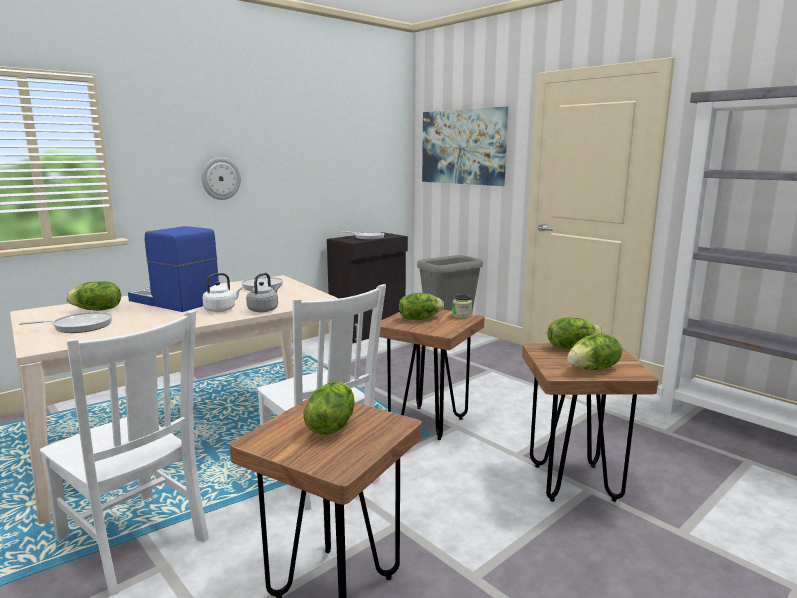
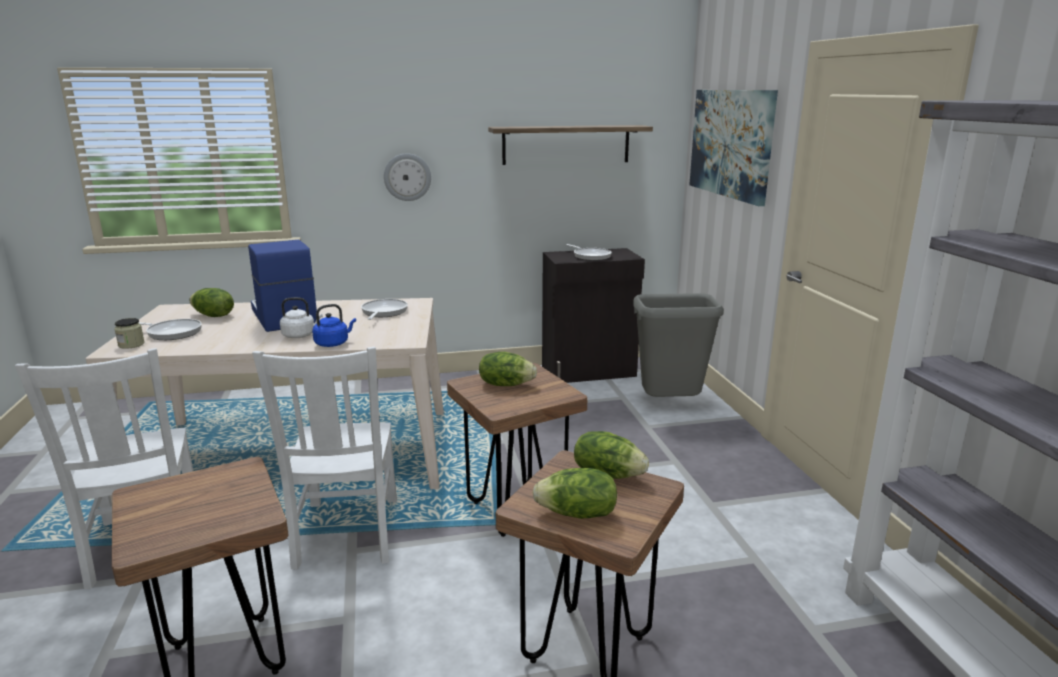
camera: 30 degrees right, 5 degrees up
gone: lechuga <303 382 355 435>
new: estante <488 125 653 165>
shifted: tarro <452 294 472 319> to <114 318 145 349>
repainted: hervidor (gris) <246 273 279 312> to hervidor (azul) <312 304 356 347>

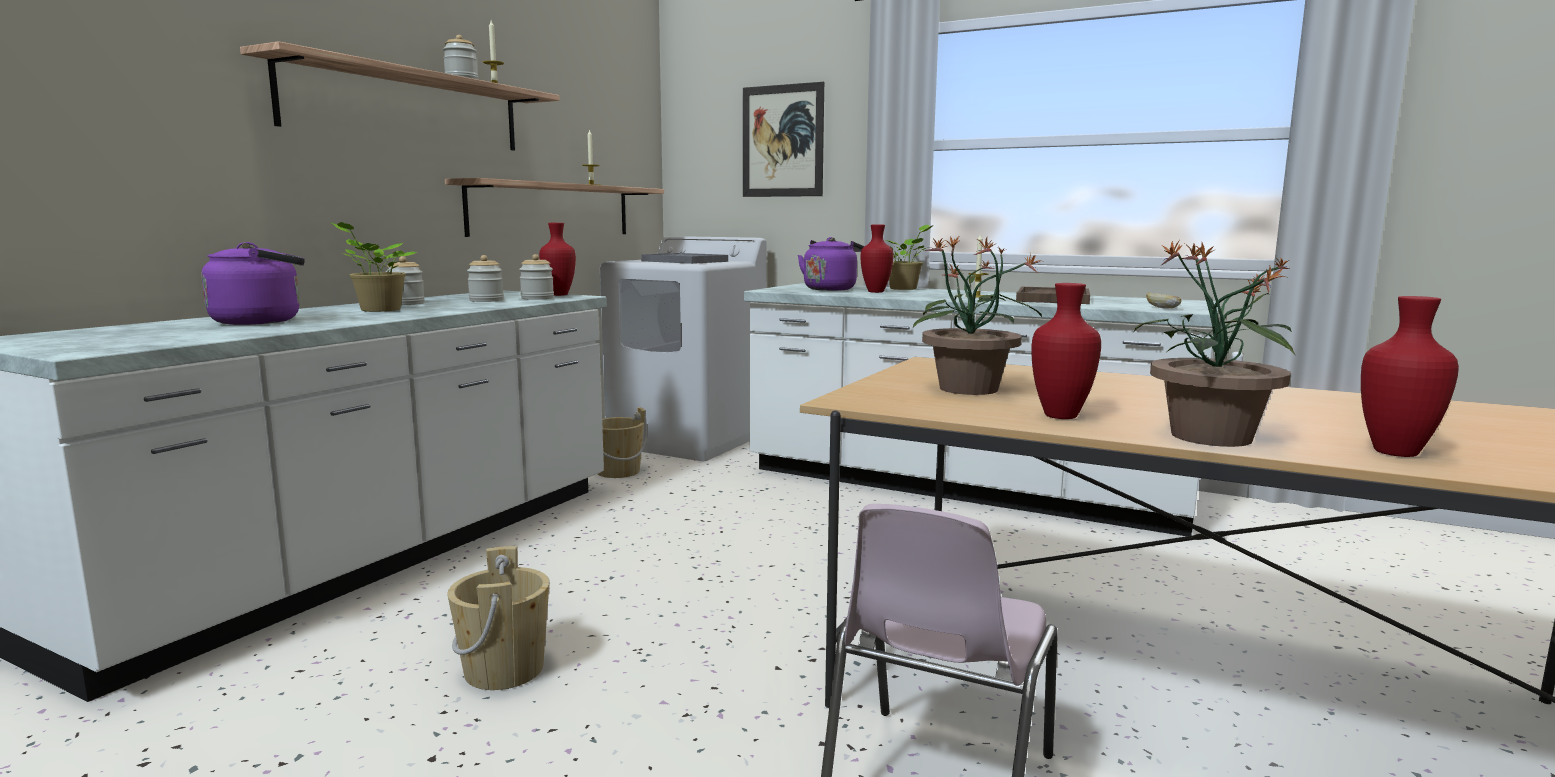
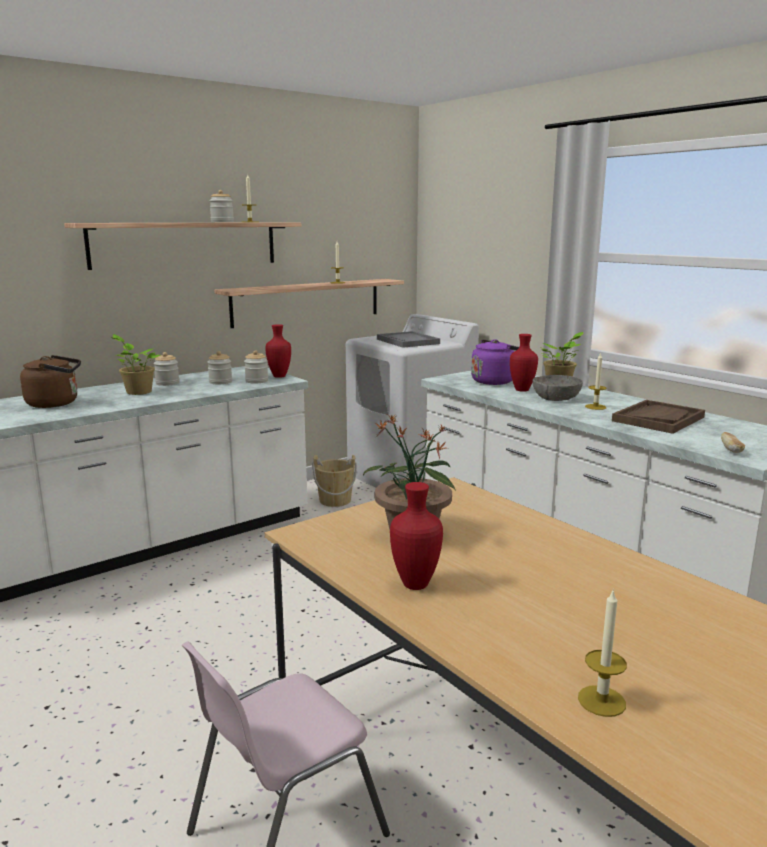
camera: 25 degrees right, 5 degrees up
gone: cubo (beis) <447 546 550 690>; cuadro <743 82 824 197>; planta en maceta <1134 241 1296 447>
new: cuenco (gris) <533 375 583 401>
swapped: florero (rojo) <1361 296 1459 457> to vela <578 589 627 717>
repainted: hervidor (morado) <202 242 305 325> to hervidor (marrón) <20 355 81 408>

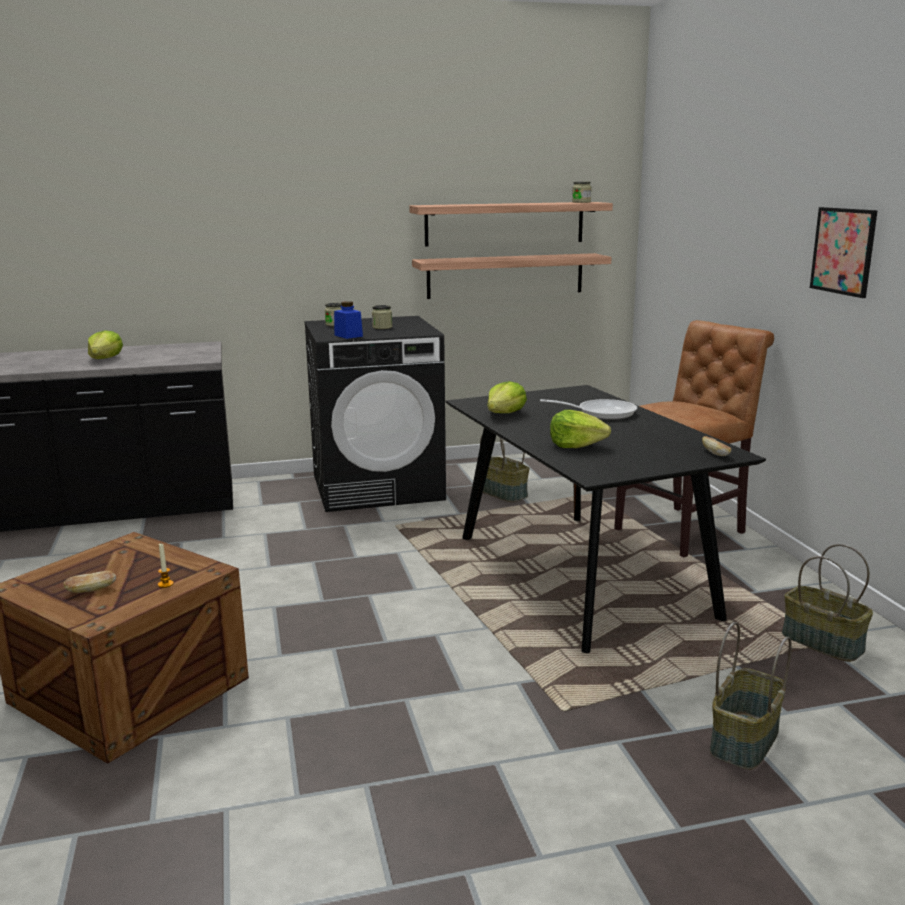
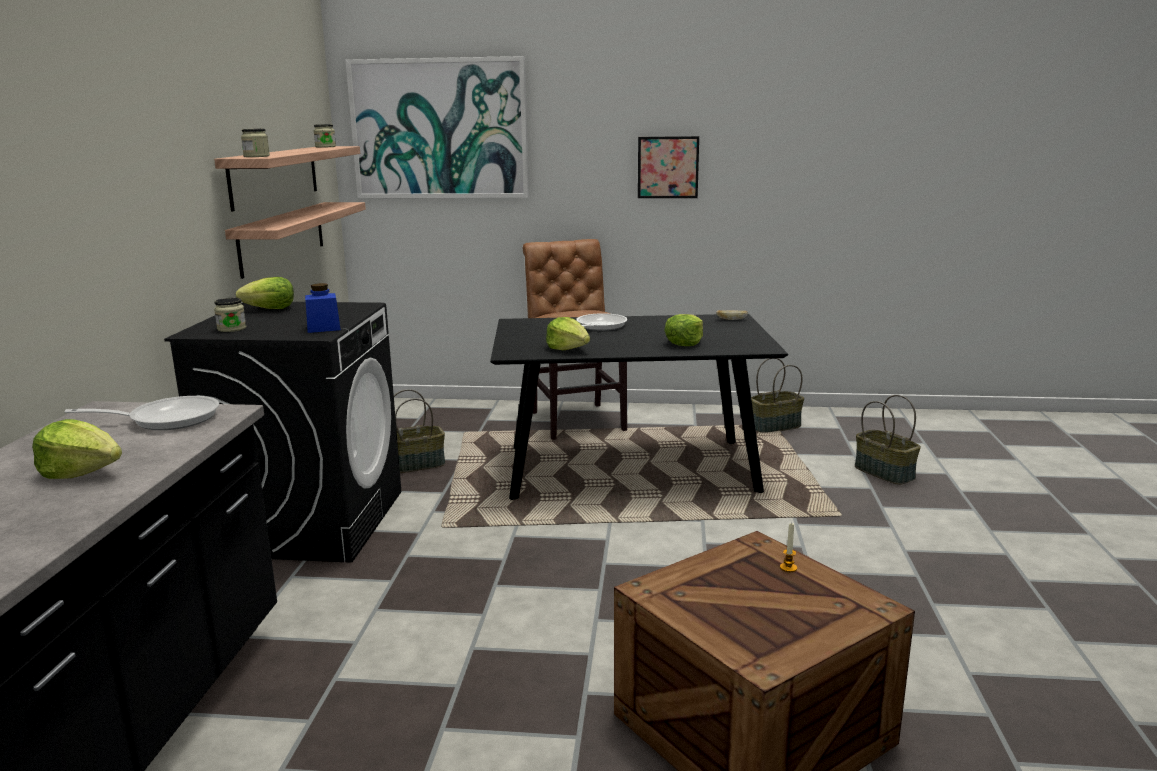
camera: 70 degrees left, 0 degrees up
gone: pan <64 571 116 593>
new: sartén <65 396 219 430>; lechuga <236 277 294 309>; cuadro <345 56 529 198>
shifted: tarro <372 305 392 329> to <241 129 270 157>

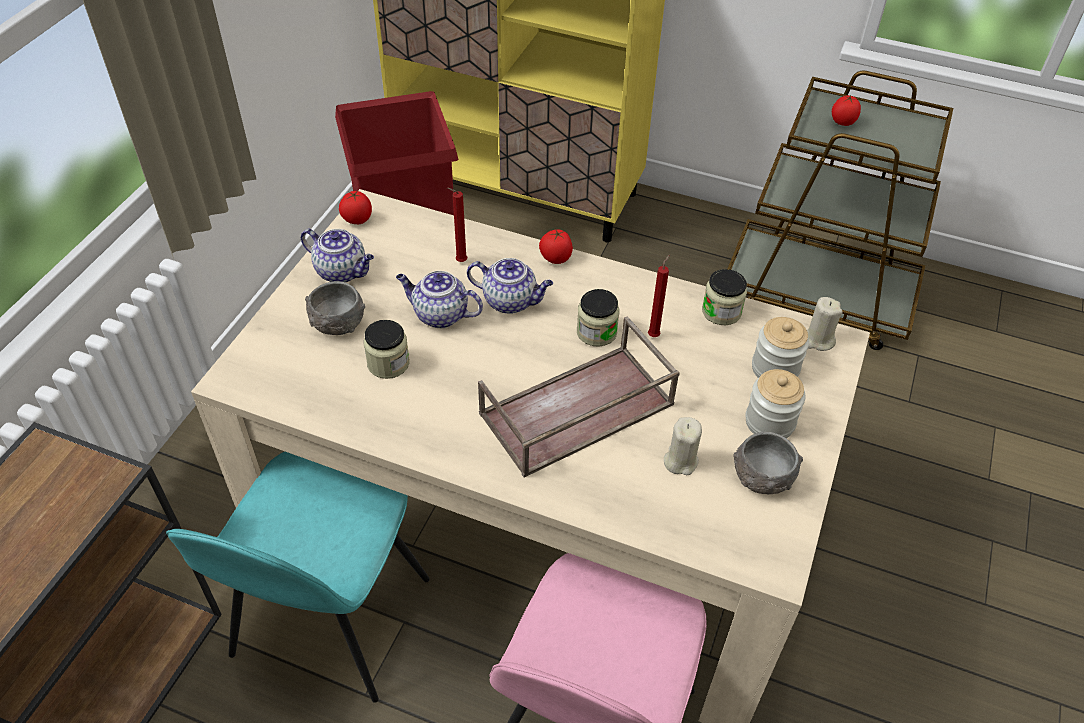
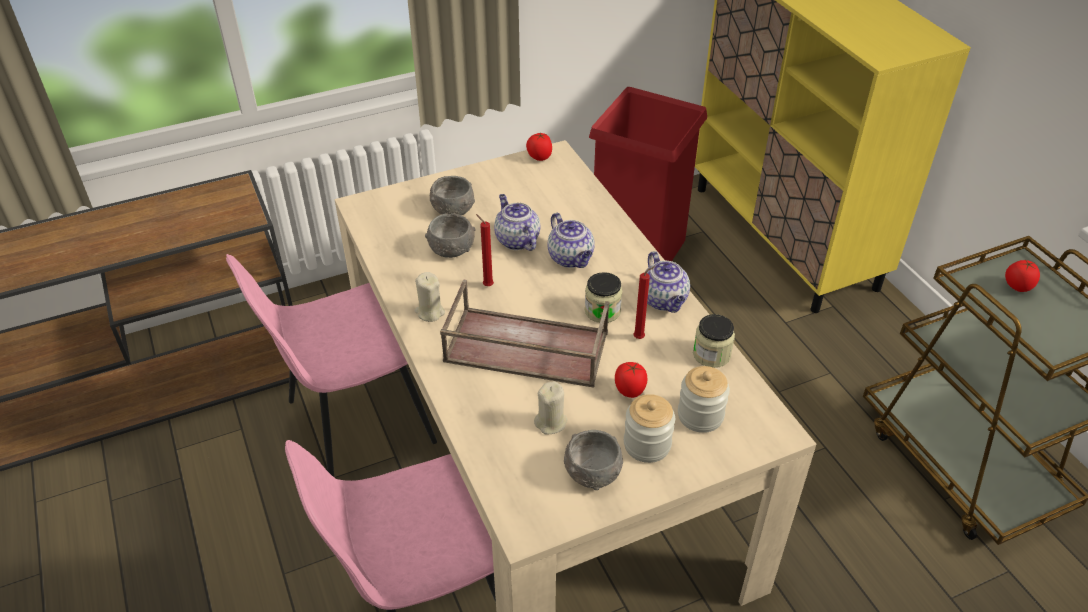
camera: 45 degrees right, 5 degrees down
shifted: vela (beis) <807 297 843 351> to <414 272 445 322>; vela (rojo) <447 188 467 262> to <476 214 494 286>; tomate <539 229 573 264> to <615 362 647 398>; tetera <301 229 374 283> to <647 251 690 313>
swapped: tarro <364 320 410 379> to cuenco (gris) <425 213 475 258>
repainted: silla (turquesa) <166 452 430 703> to silla (rosa) <226 254 437 477>

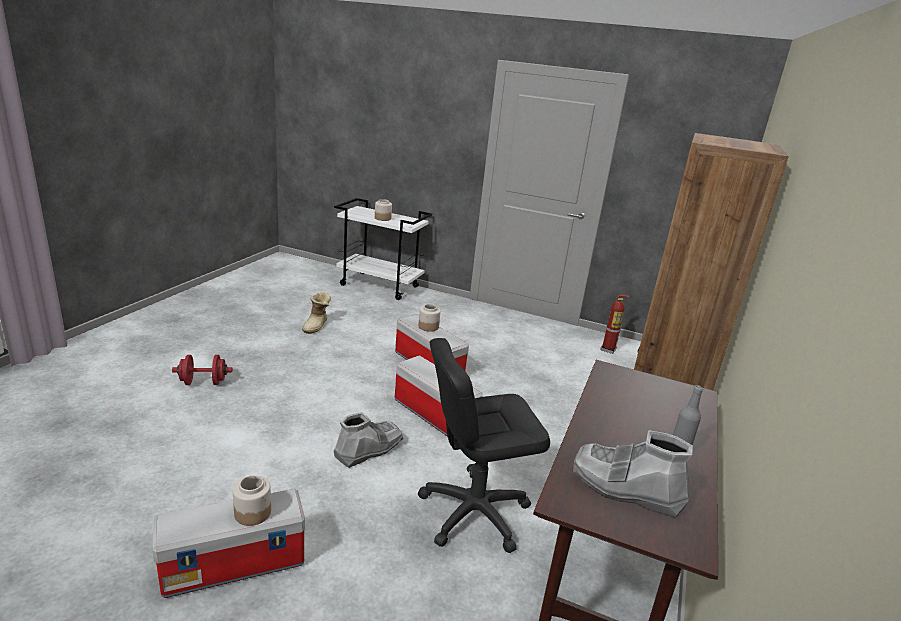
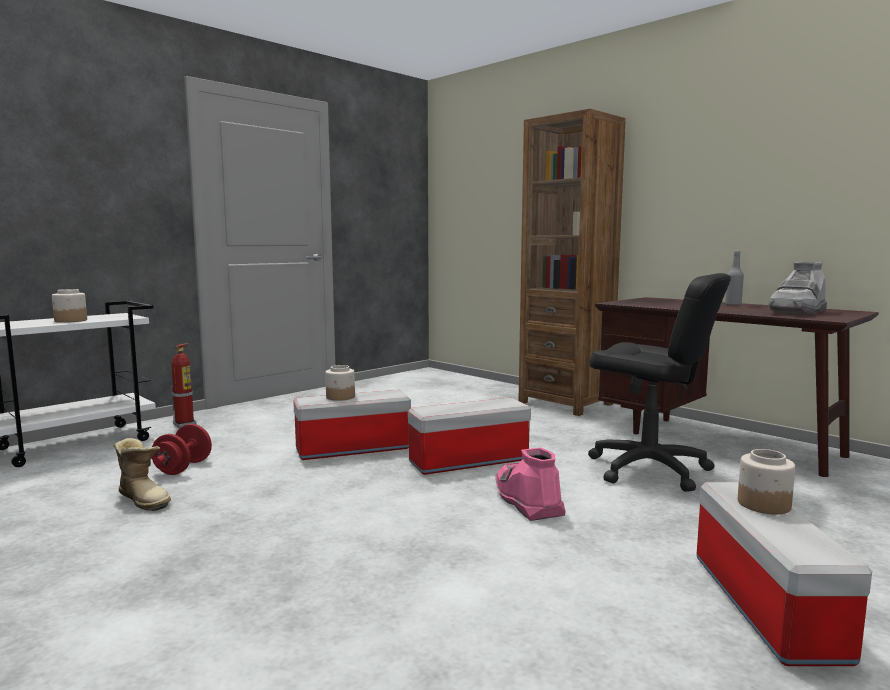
camera: 65 degrees left, 15 degrees down
shifted: mancuerna (rojo) <172 355 232 385> to <152 424 212 475>; extintor <600 295 629 354> to <171 343 197 428>
repainted: bota (gris) <334 412 403 468> to bota (rosa) <495 447 566 521>
rotated: silla de oficina (negro) <418 338 550 553> = <588 273 731 492> 60 degrees counterclockwise

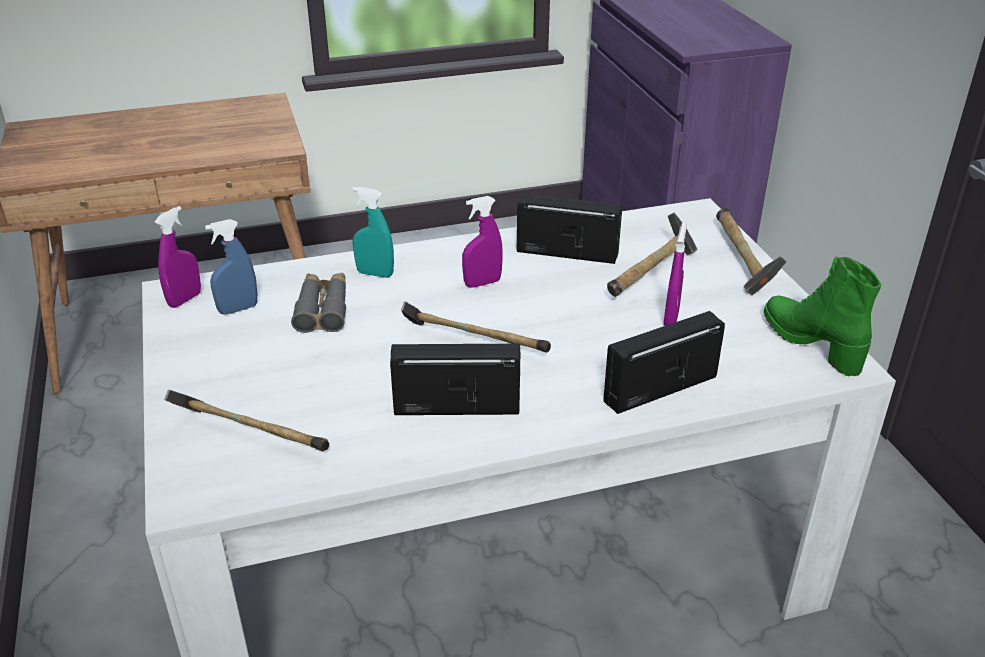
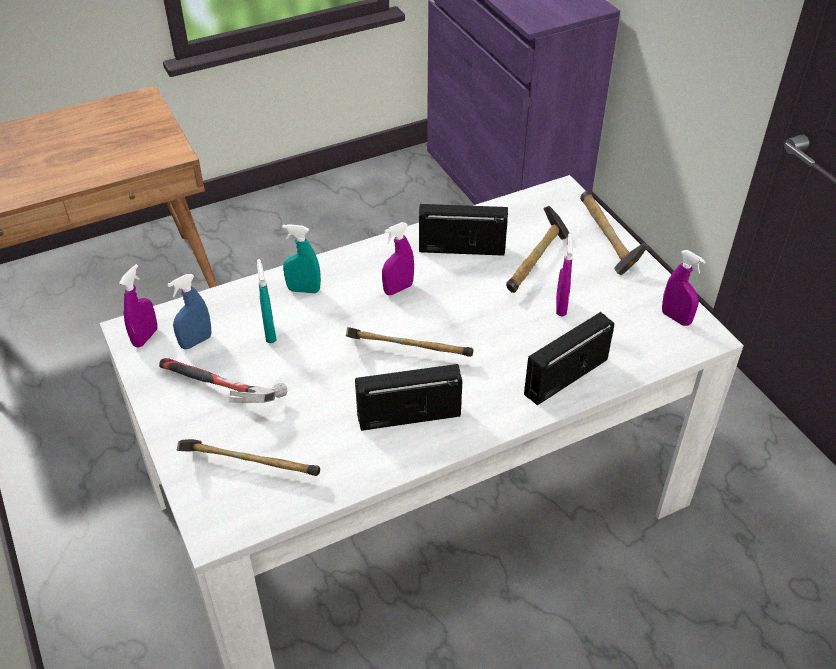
camera: 10 degrees left, 10 degrees up
new: martillo <159 358 287 403>
swapped: prismáticos (gris) <291 273 346 333> to pulverizador (turquesa) <257 259 277 343>; bota (verde) <764 257 882 376> to pulverizador (morado) <662 250 706 326>

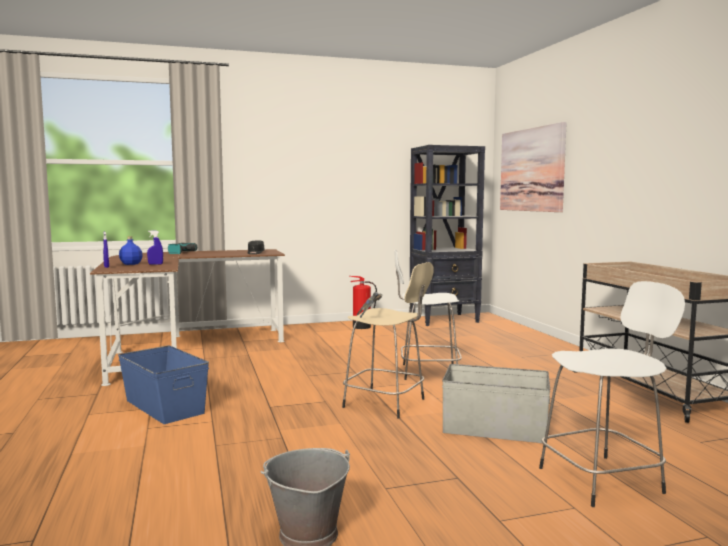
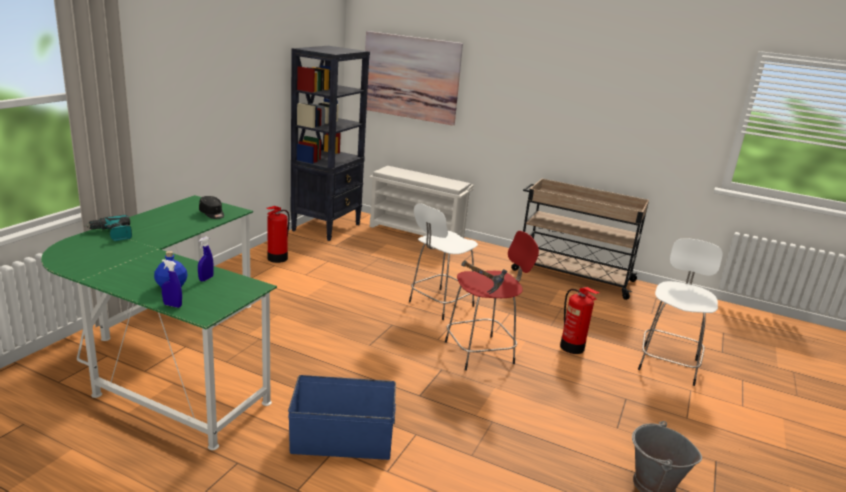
camera: 50 degrees left, 15 degrees up
new: zapatero (blanco) <369 166 474 238>
swapped: caja de almacenaje (gris) <442 364 550 443> to extintor <560 287 599 354>
repainted: escritorio (marrón) <90 249 285 386> to escritorio (verde) <41 195 277 450>; taburete (beis) <342 262 434 419> to taburete (rojo) <445 231 539 371>

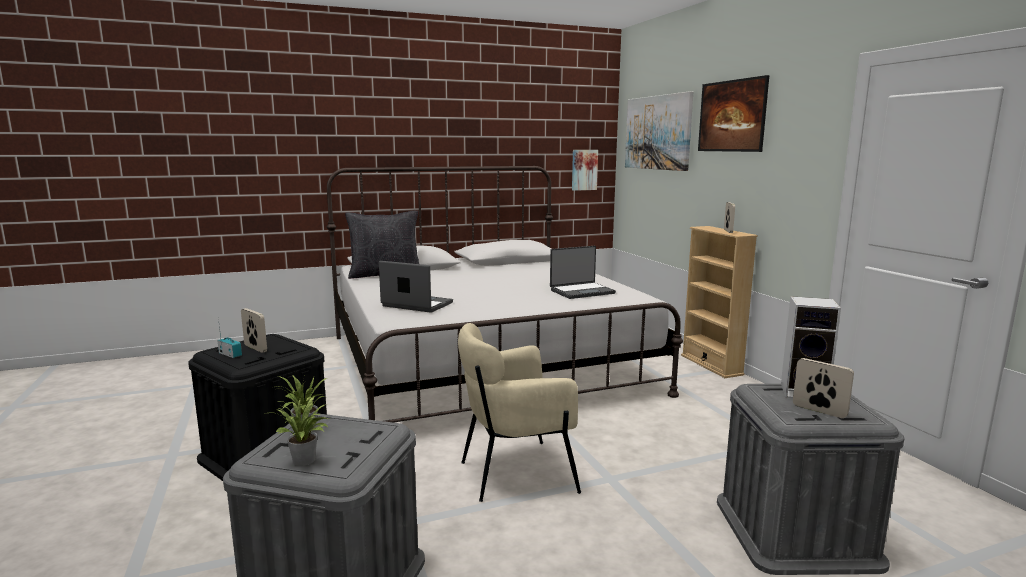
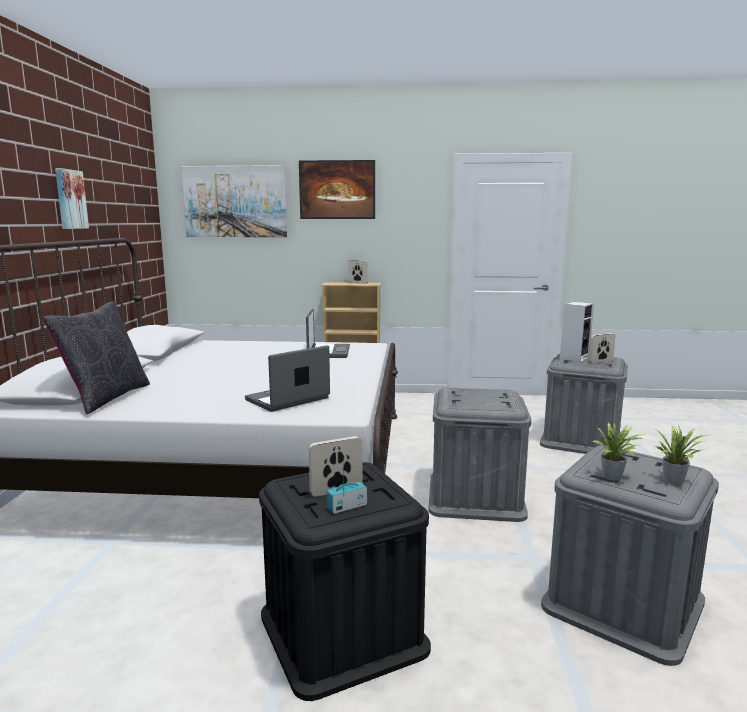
camera: 65 degrees left, 0 degrees up
shifted: cuadro <572 150 598 191> to <55 168 89 229>
swapped: sillón (beis) <458 323 581 502> to caja de almacenaje (gris) <429 388 531 522>

